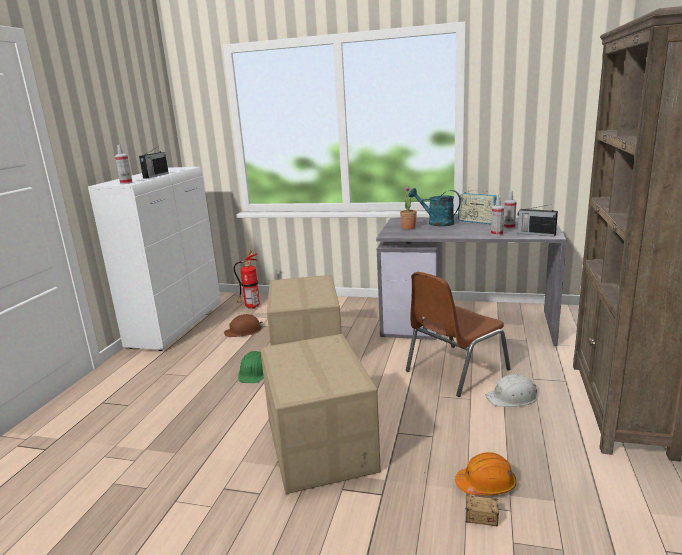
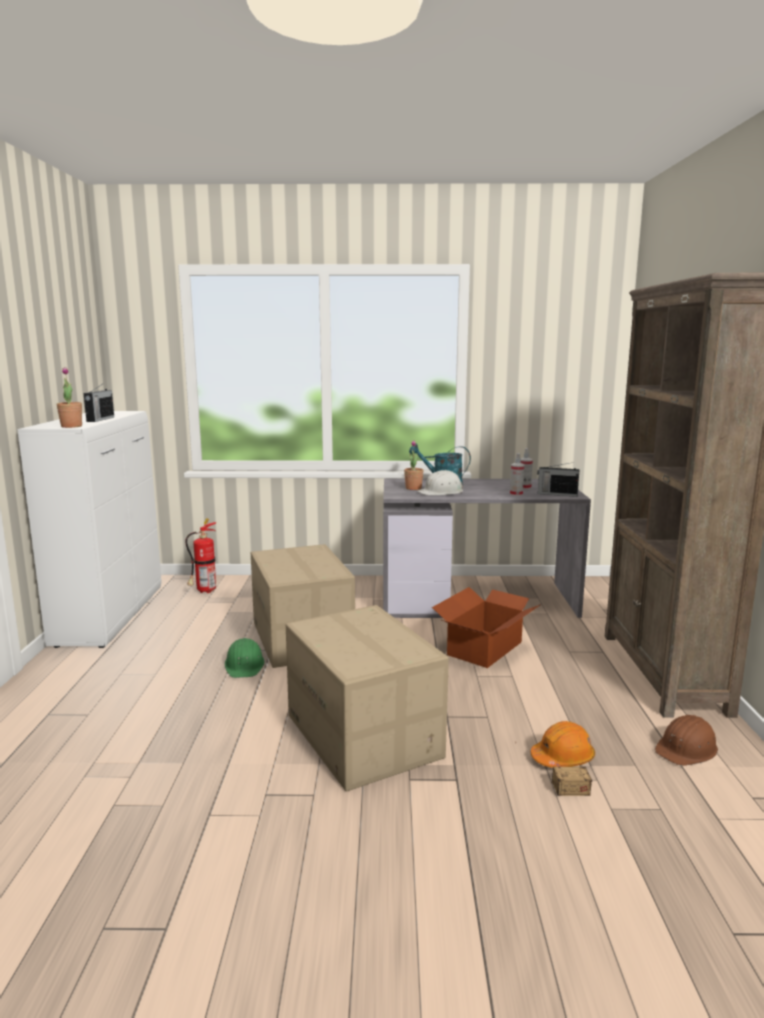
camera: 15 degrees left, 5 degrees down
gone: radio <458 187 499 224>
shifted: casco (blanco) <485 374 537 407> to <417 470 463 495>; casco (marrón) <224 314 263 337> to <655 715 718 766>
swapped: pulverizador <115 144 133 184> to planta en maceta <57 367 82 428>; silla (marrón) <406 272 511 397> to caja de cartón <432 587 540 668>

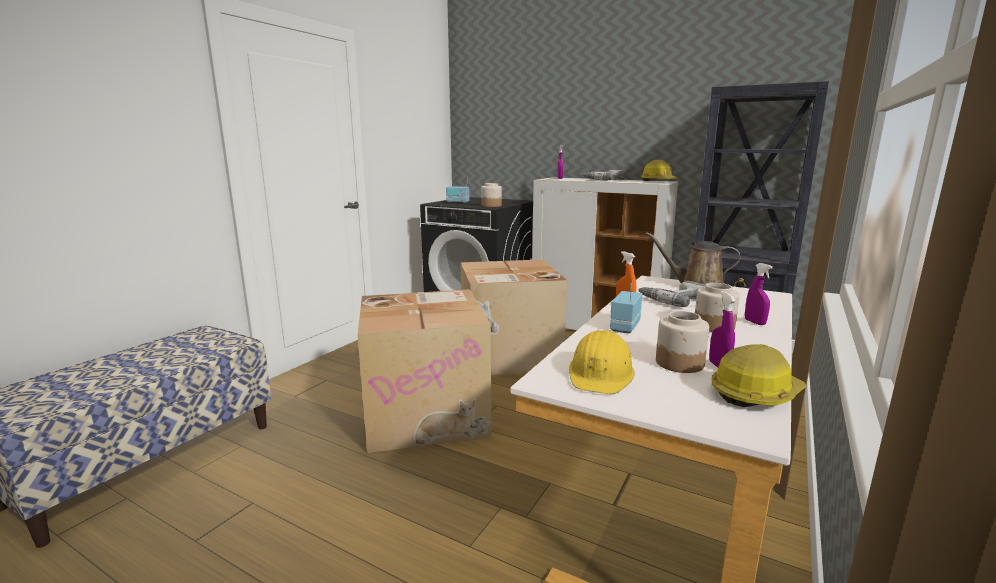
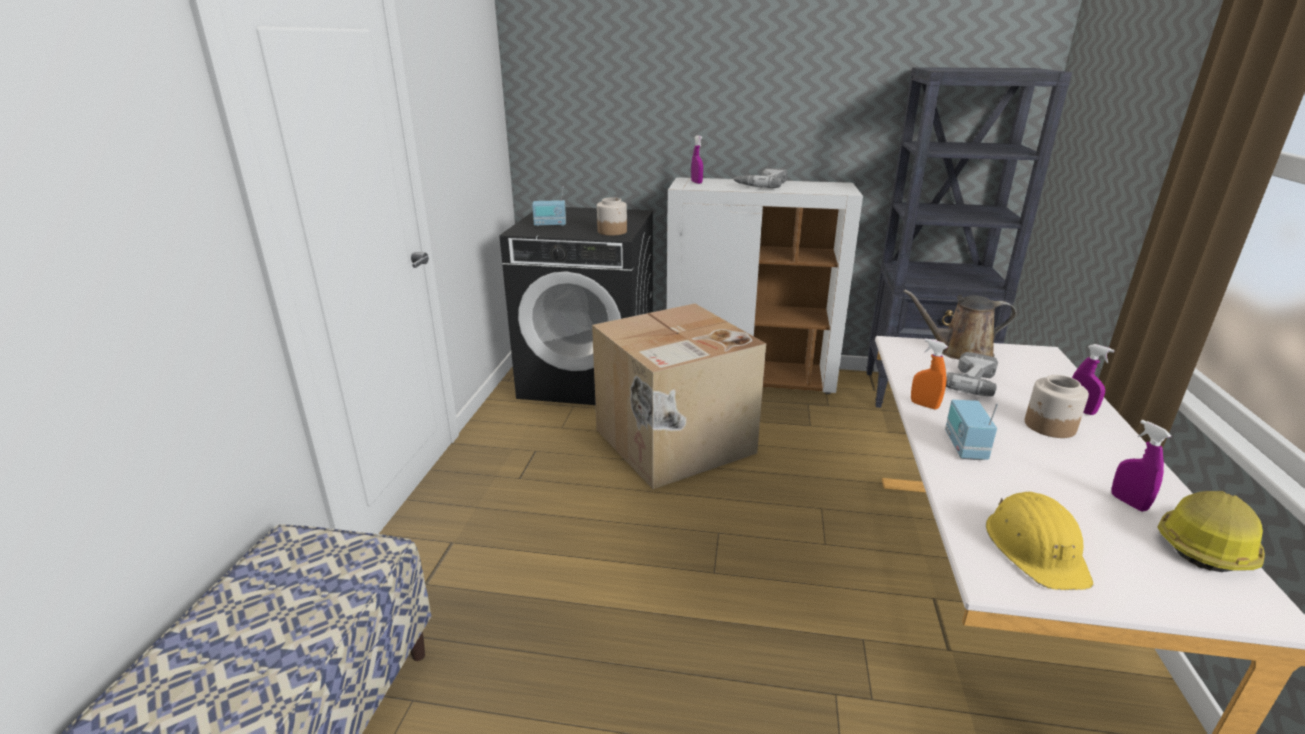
camera: 20 degrees left, 10 degrees up
gone: caja de cartón <358 289 491 453>; casco <641 160 679 181>; tarro <656 311 709 373>

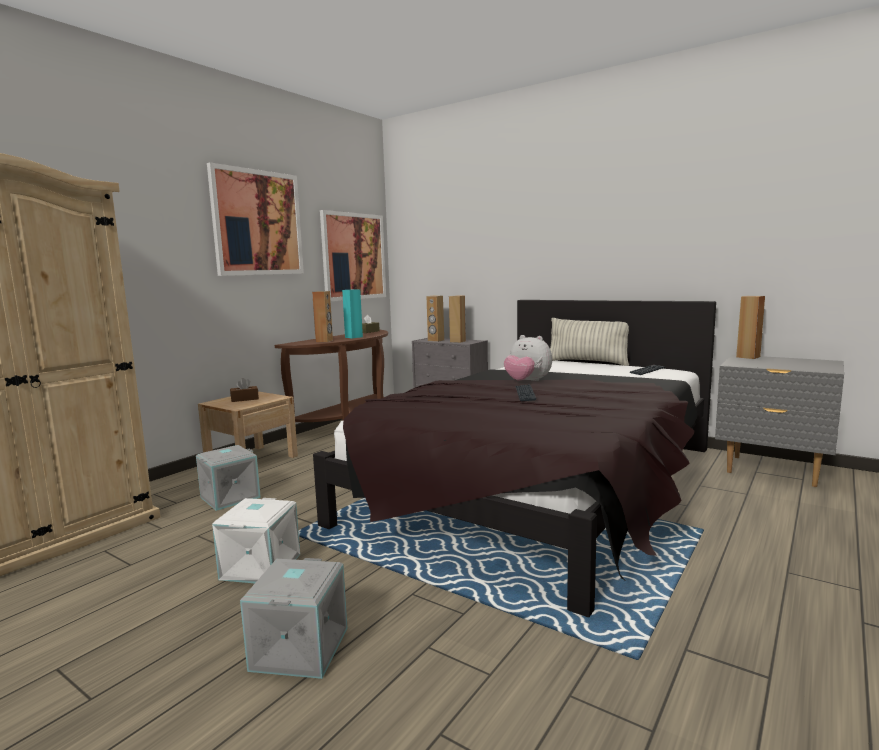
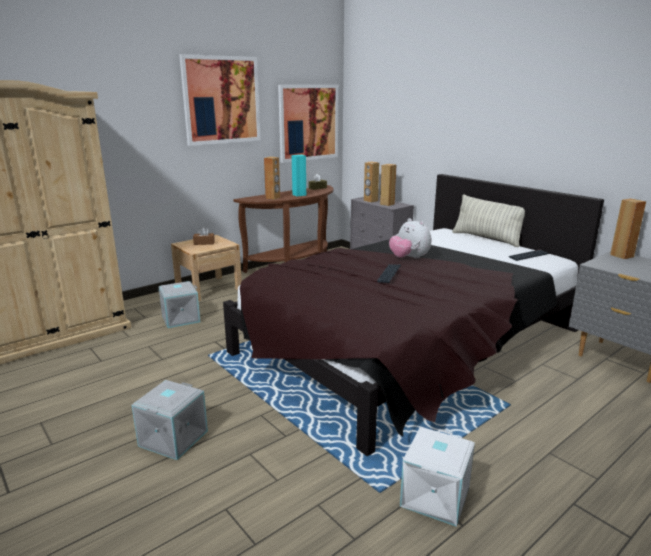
camera: 15 degrees right, 10 degrees up
shifted: caja de almacenaje (blanco) <212 498 300 583> to <400 427 475 527>

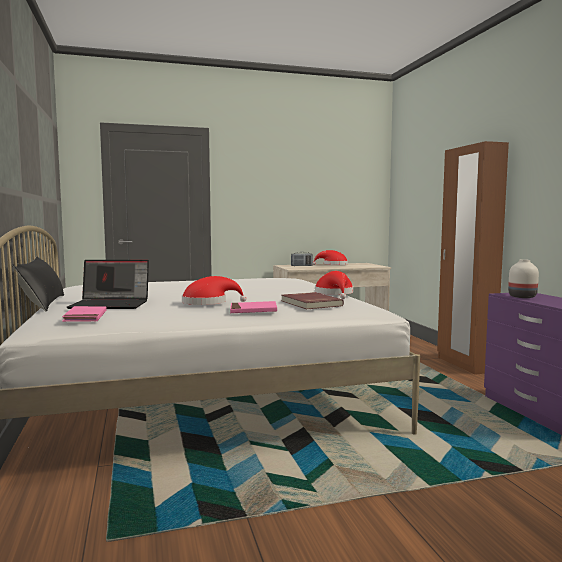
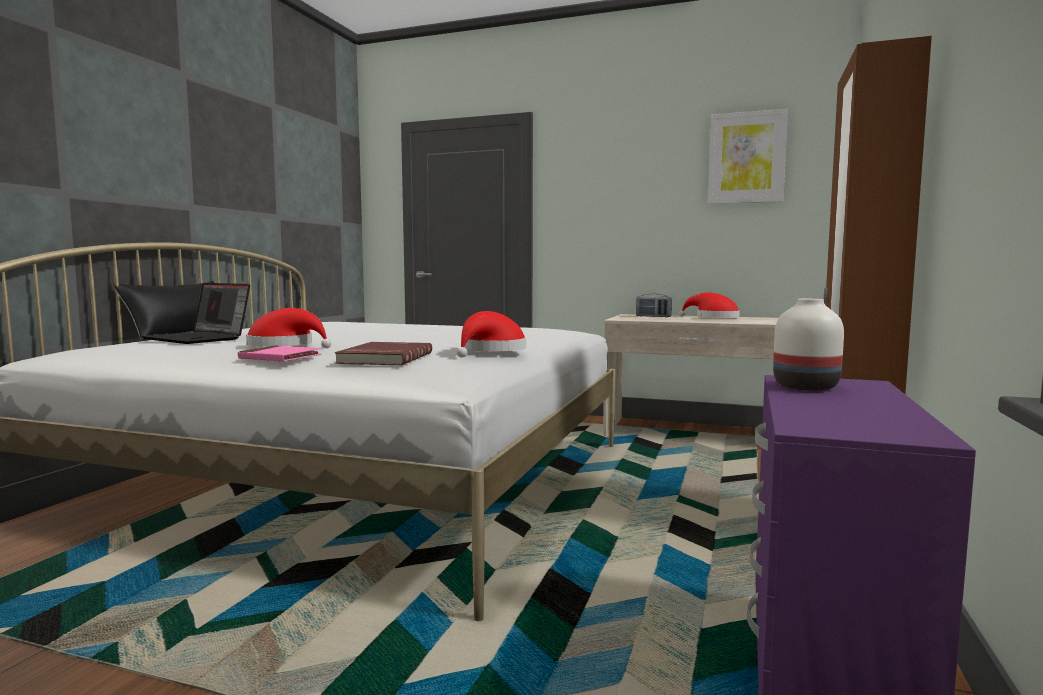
camera: 35 degrees right, 0 degrees up
gone: libro (rosa) <62 306 106 322>
new: cuadro <708 109 788 204>

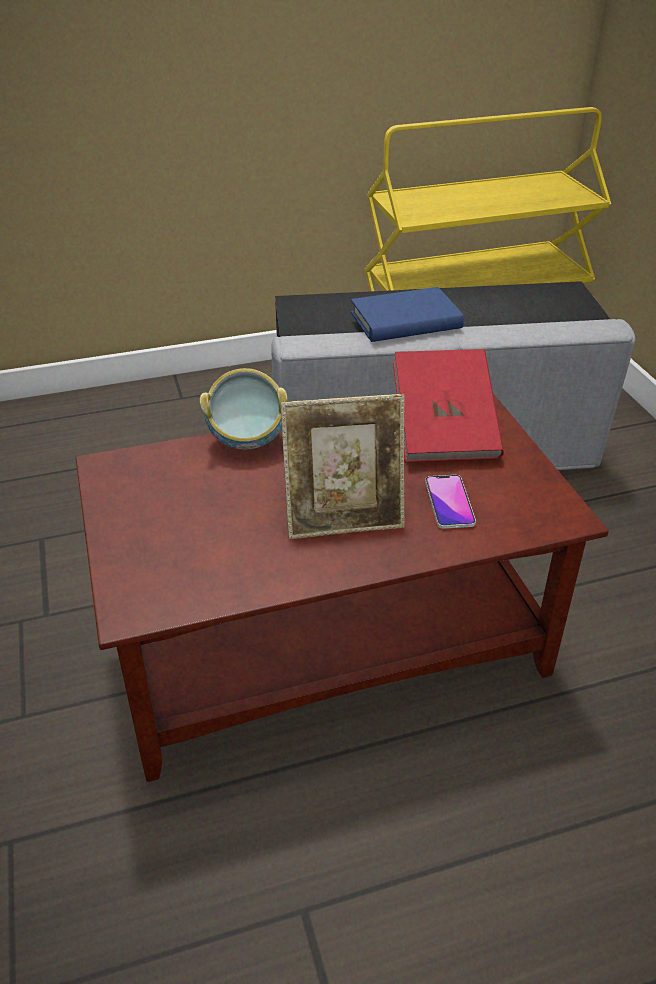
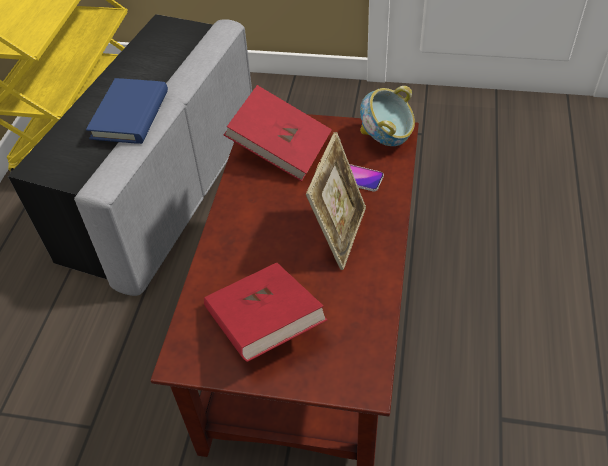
camera: 60 degrees left, 10 degrees up
new: libro (rojo) <204 263 328 362>
shifted: cuenco <200 368 288 449> to <360 86 415 146>

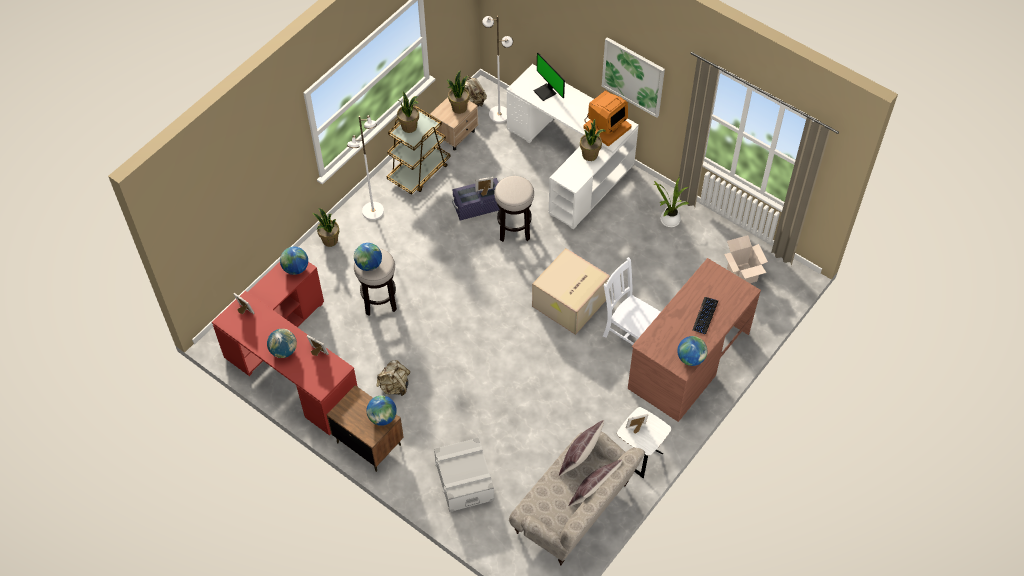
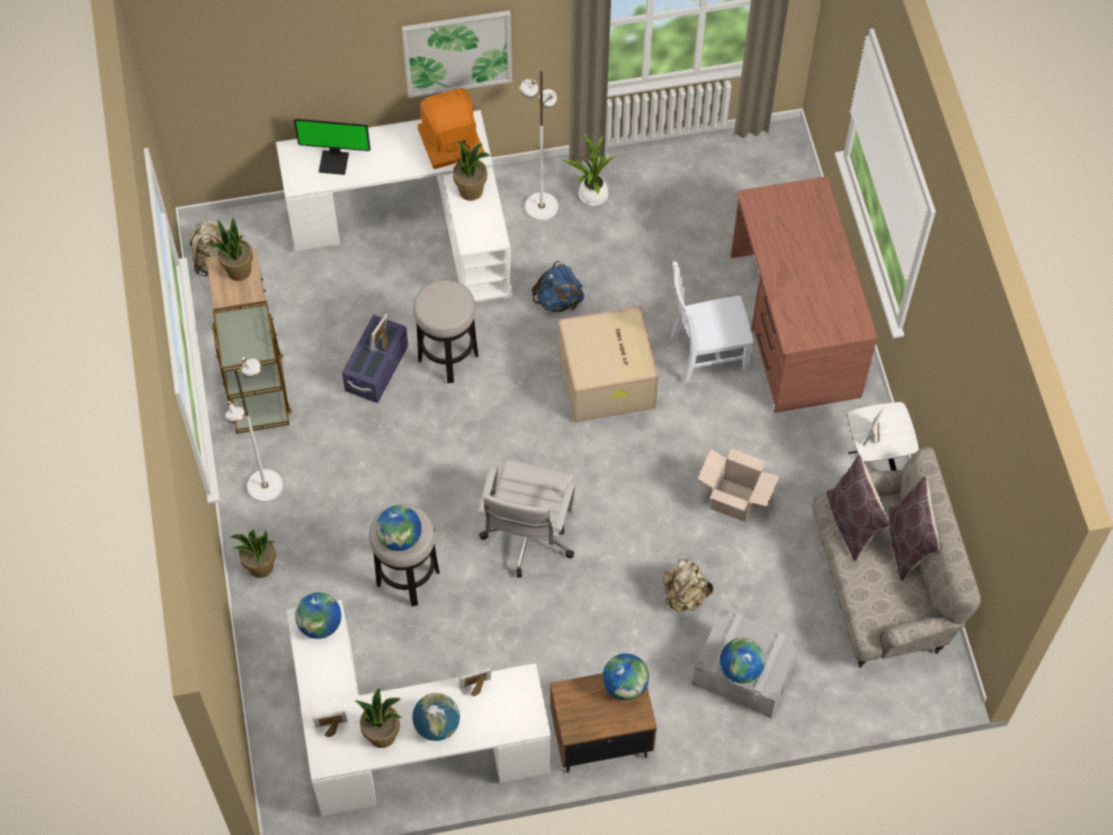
camera: 50 degrees left, 5 degrees up
gone: teclado <692 297 718 335>
new: silla de oficina (blanco) <478 459 575 578>; mochila (azul) <532 261 584 312>
shifted: planta en maceta <397 91 419 133> to <354 688 402 748>; lámpara de pie (blanco) <482 16 513 123> to <519 70 558 221>; mochila (beis) <376 360 410 396> to <663 559 713 612>; caja de cartón <724 235 768 283> to <698 449 780 522>; globo terráqueo <677 336 707 366> to <720 638 765 683>
repainted: escritorio (rojo) <212 262 358 435> to escritorio (blanco) <287 600 551 816>
rotated: monitor <584 90 631 146> = <418 88 484 169> 105 degrees counterclockwise

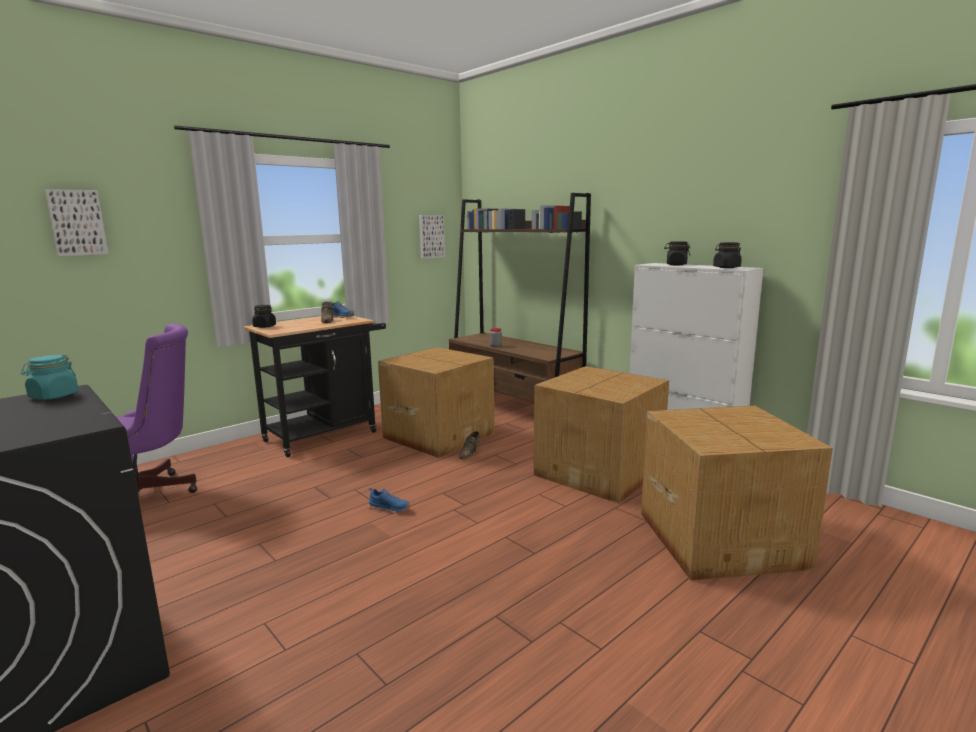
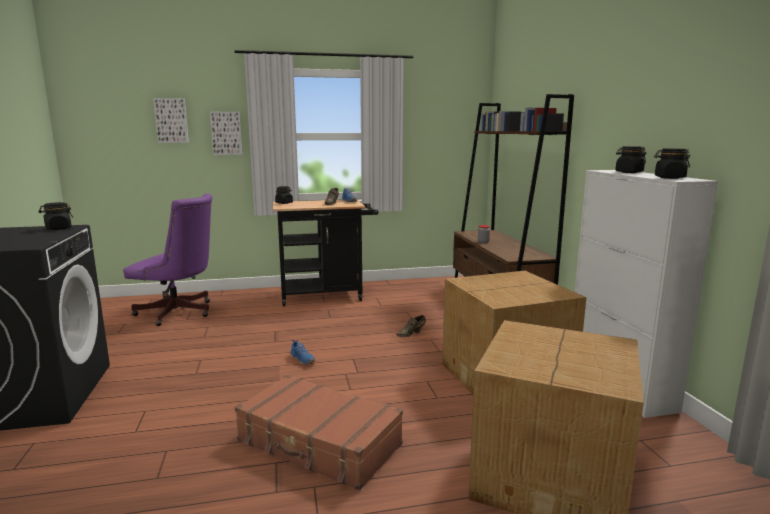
camera: 30 degrees right, 0 degrees up
gone: caja de cartón <378 347 495 458>
new: maleta (marrón) <235 374 403 490>
shifted: cuadro <419 215 445 259> to <210 112 242 155>
repainted: tarro (turquesa) <21 355 79 400> to tarro (negro) <38 202 73 230>

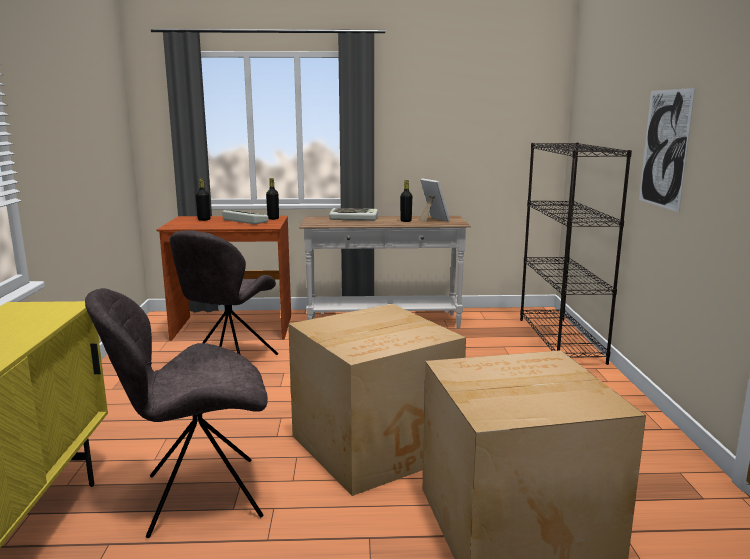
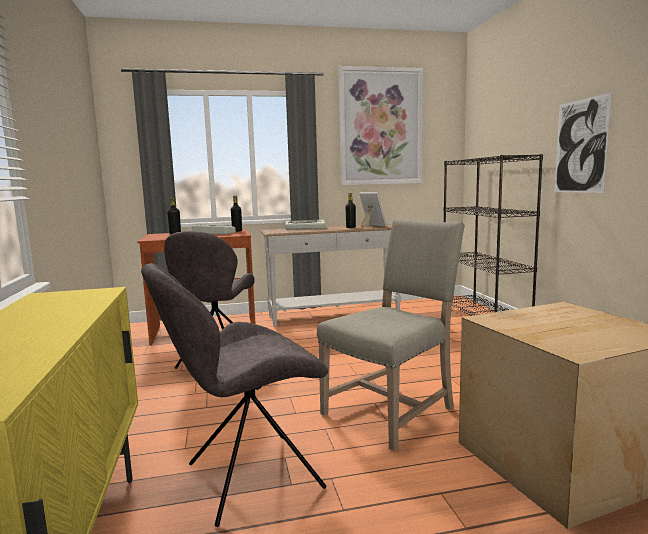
camera: 10 degrees left, 5 degrees down
new: cuadro <338 66 423 185>
swapped: caja de cartón <288 304 466 496> to silla (beis) <317 219 465 451>

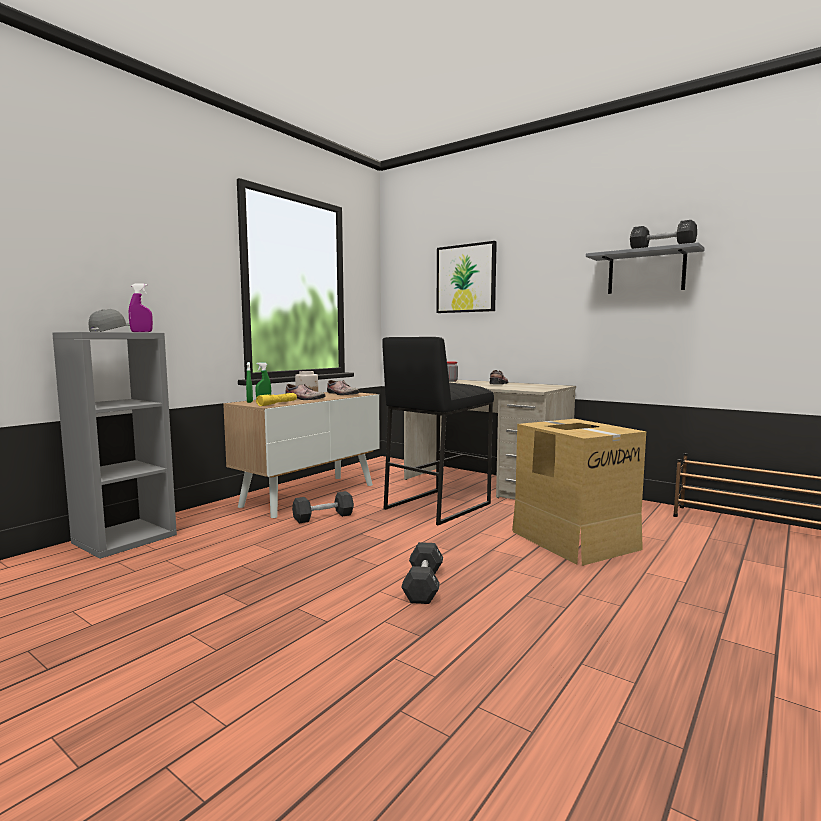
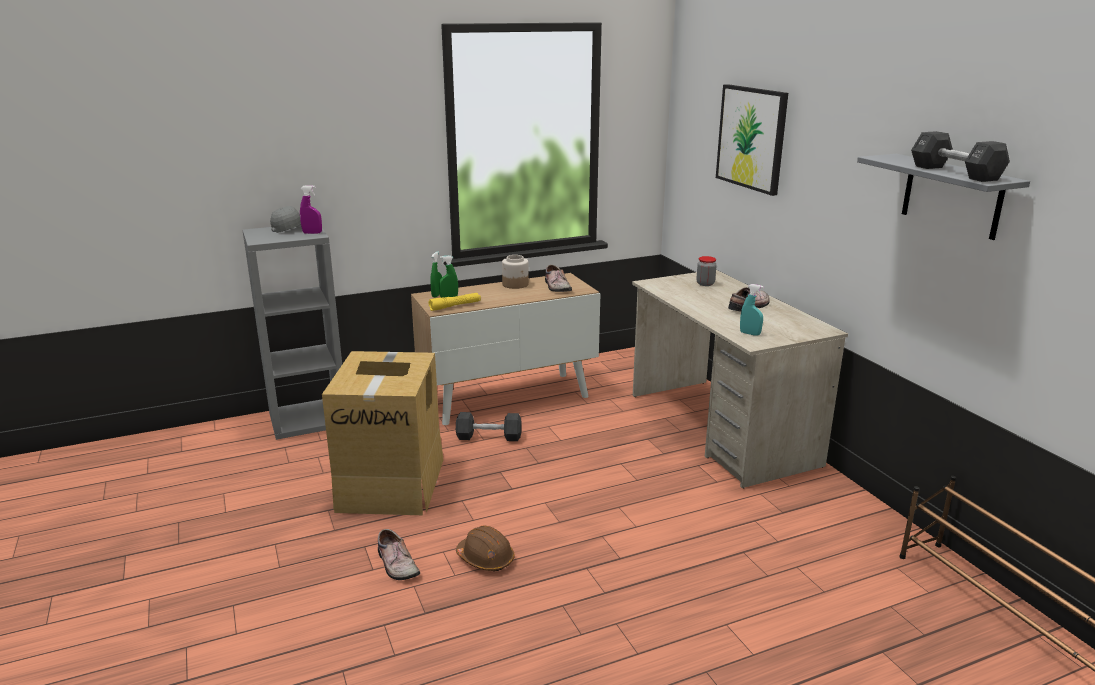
camera: 30 degrees right, 15 degrees up
gone: taburete (negro) <382 337 494 525>
new: pulverizador (turquesa) <740 284 764 336>
shifted: caja de cartón <512 419 646 566> to <322 351 444 515>; zapato <285 384 325 400> to <378 529 420 580>
swapped: mancuerna (negro) <401 542 443 604> to casco (marrón) <456 526 515 571>

